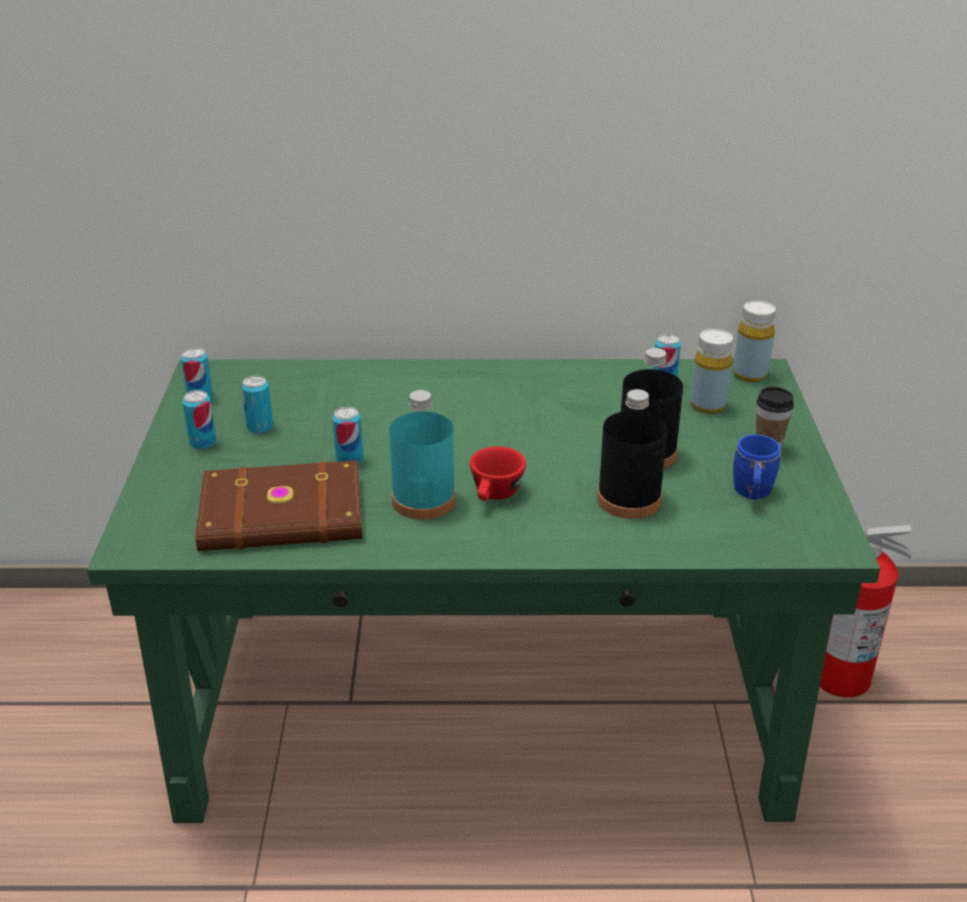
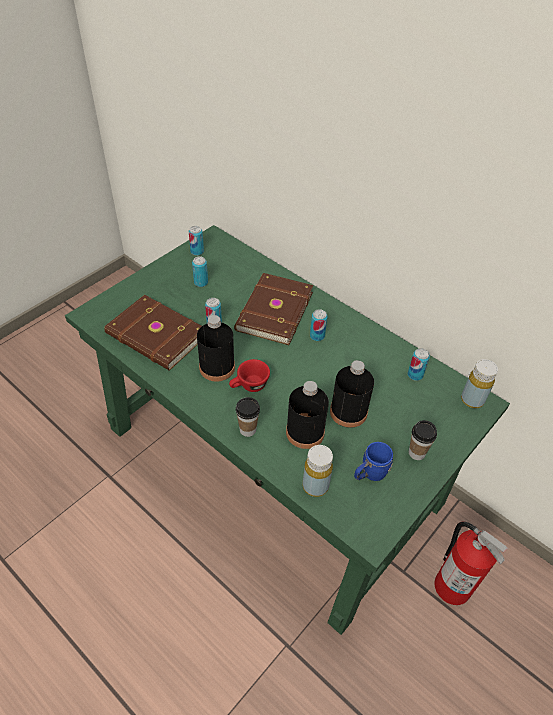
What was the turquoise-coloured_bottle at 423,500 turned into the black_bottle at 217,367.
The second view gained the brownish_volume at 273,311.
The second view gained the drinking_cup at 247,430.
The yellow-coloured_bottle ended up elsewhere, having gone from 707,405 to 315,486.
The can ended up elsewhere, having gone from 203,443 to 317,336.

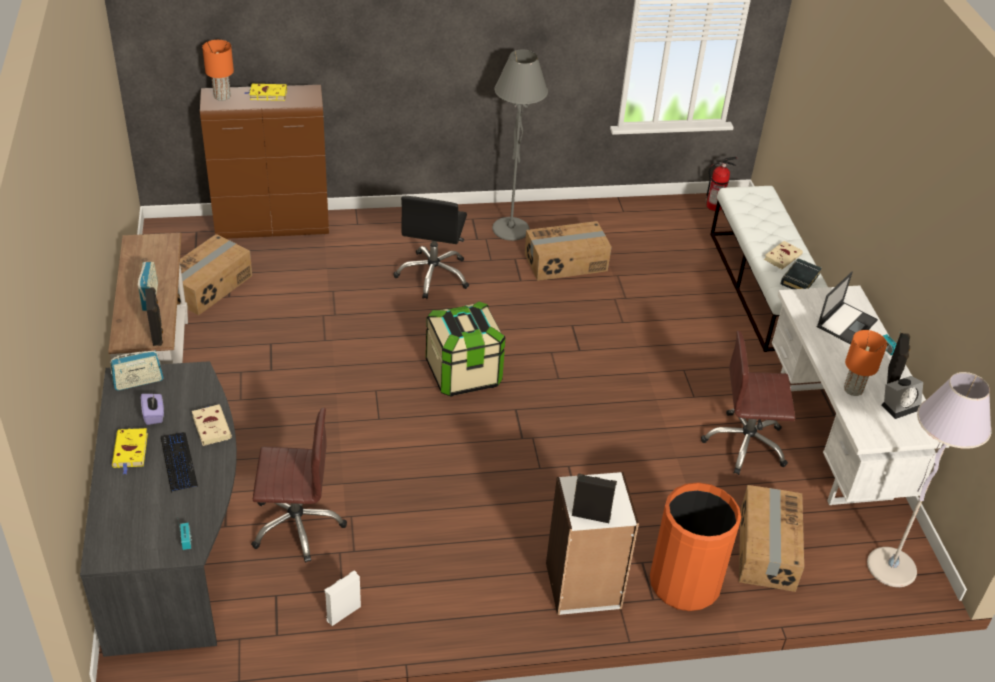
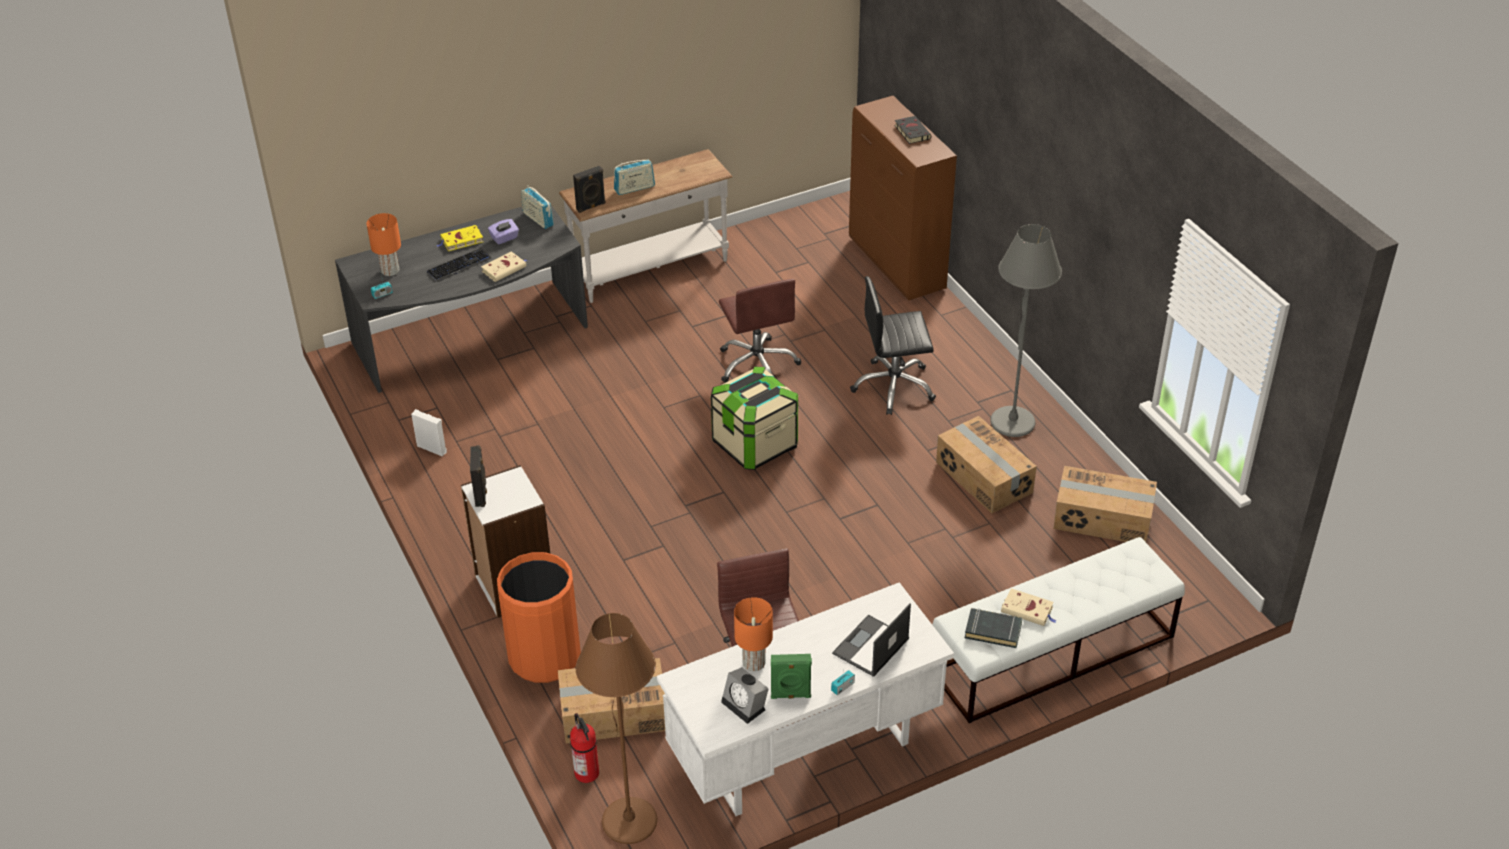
The orangey_table_lamp ended up elsewhere, having gone from 221,96 to 390,270.
The fire_extinguisher ended up elsewhere, having gone from 715,206 to 587,773.
What was the grey_standing_lamp at 891,568 turned into the brownish_standing_lamp at 629,822.
The brownish_computer_chair ended up elsewhere, having gone from 297,524 to 758,365.
What was the black_speaker at 892,378 turned into the greenish_speaker at 790,695.
The laptop at 846,323 ended up facing another way, 105 degrees clockwise from before.
What was the yellow-coloured_volume at 267,94 turned into the black_volume at 911,131.
The packing_box ended up elsewhere, having gone from 209,286 to 1102,519.

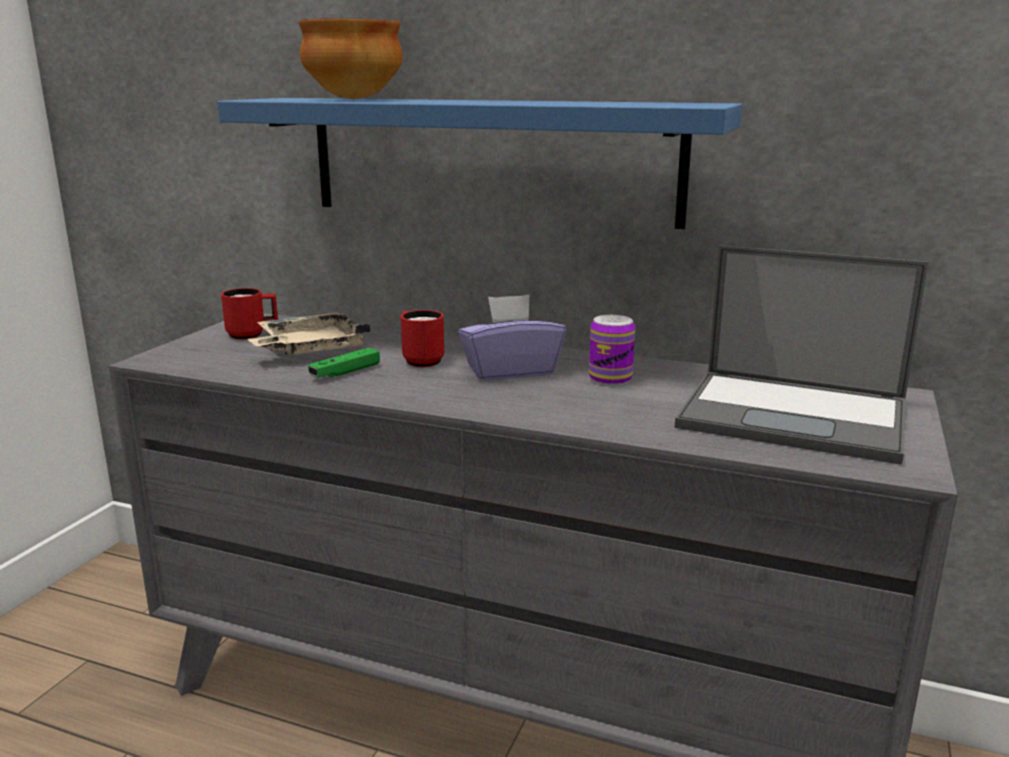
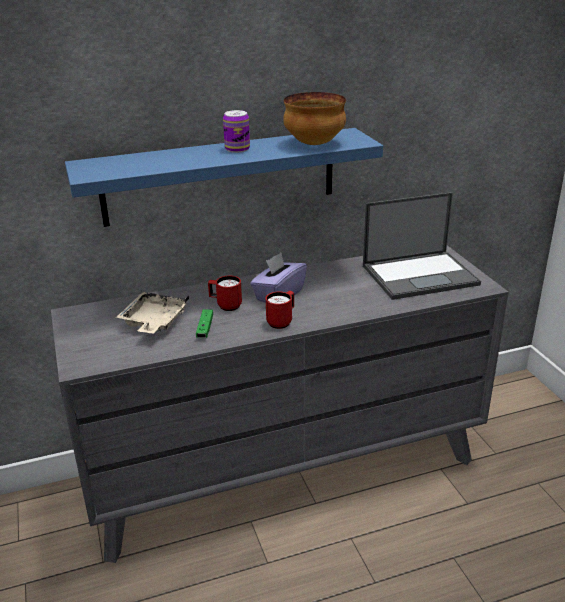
The can ended up elsewhere, having gone from 610,379 to 237,149.
The reddish_coffee_mug ended up elsewhere, having gone from 252,335 to 282,321.
The serving_bowl ended up elsewhere, having gone from 353,99 to 313,144.

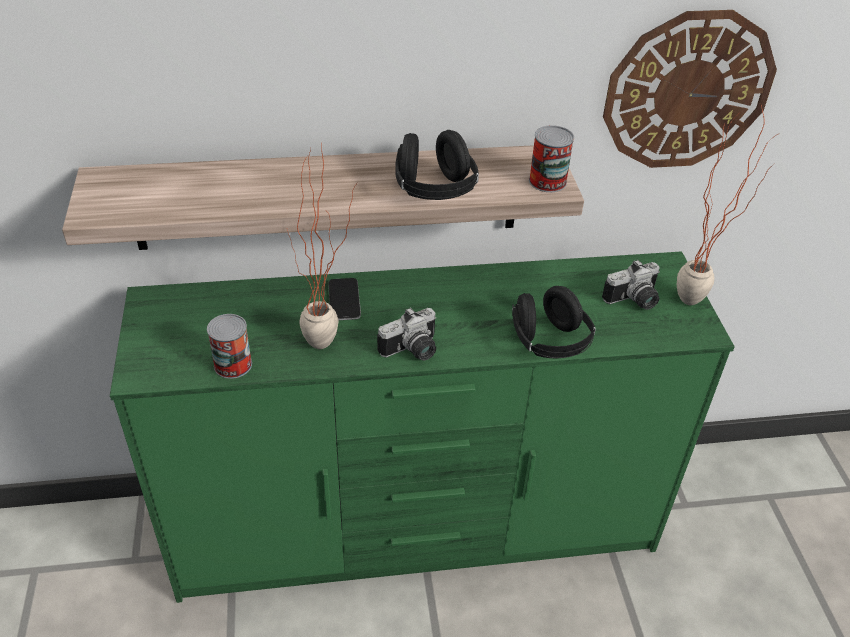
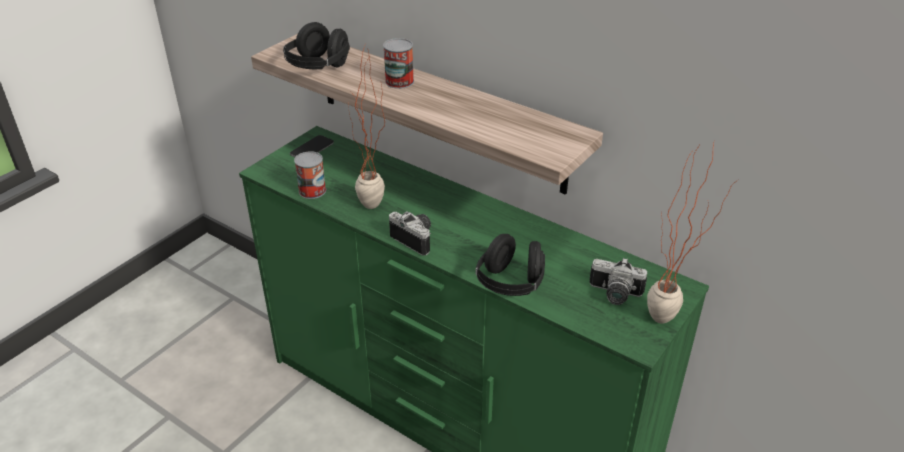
The black_headphones ended up elsewhere, having gone from 434,190 to 318,67.
The phone ended up elsewhere, having gone from 344,300 to 312,149.
The can ended up elsewhere, having gone from 547,181 to 399,81.
The photo_camera at 412,351 ended up facing another way, 150 degrees counterclockwise from before.
The second view lost the hanging_clock at 687,91.

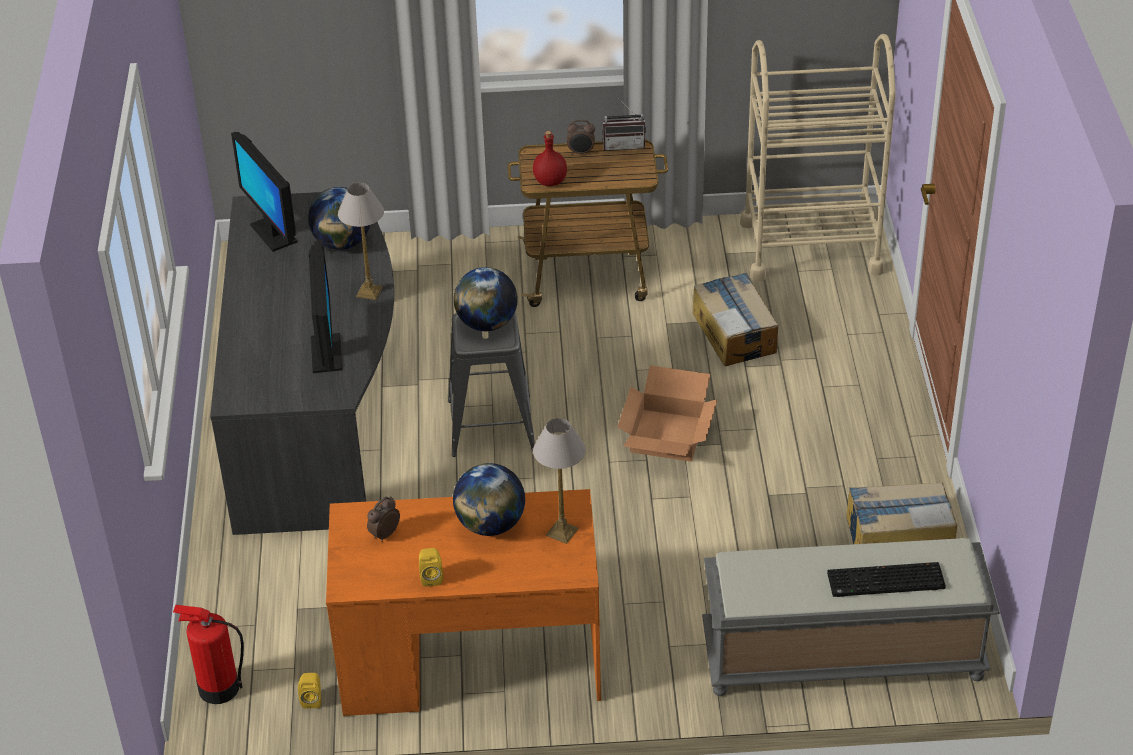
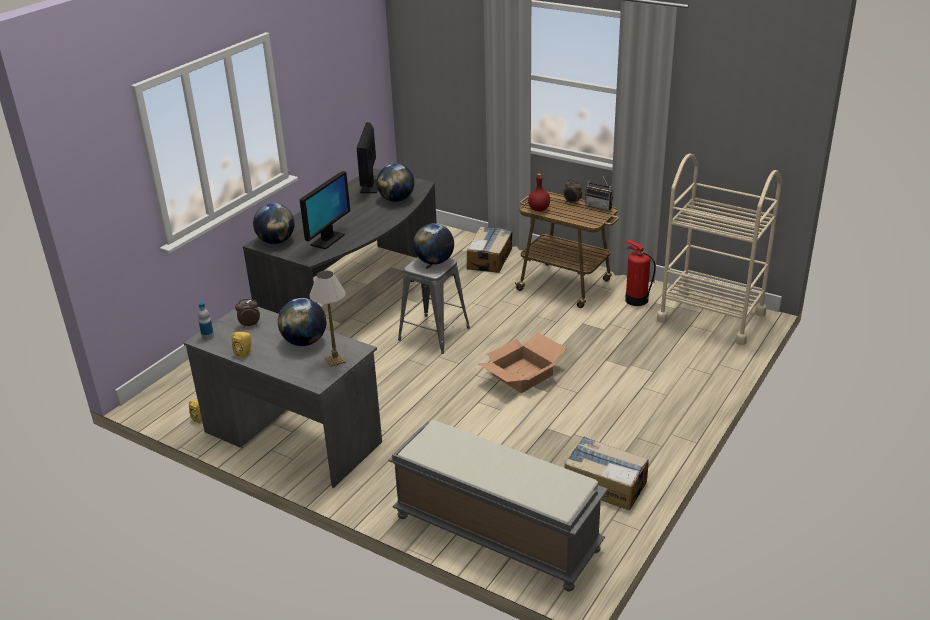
What was the orangey_desk at 470,662 turned into the grey_desk at 292,437.
The second view gained the bottle at 208,336.
The second view gained the desk_globe at 276,241.
The packing_box ended up elsewhere, having gone from 734,332 to 490,258.
The fire_extinguisher ended up elsewhere, having gone from 218,688 to 636,300.
The second view lost the table_lamp at 369,292.
The second view lost the PC_keyboard at 885,582.

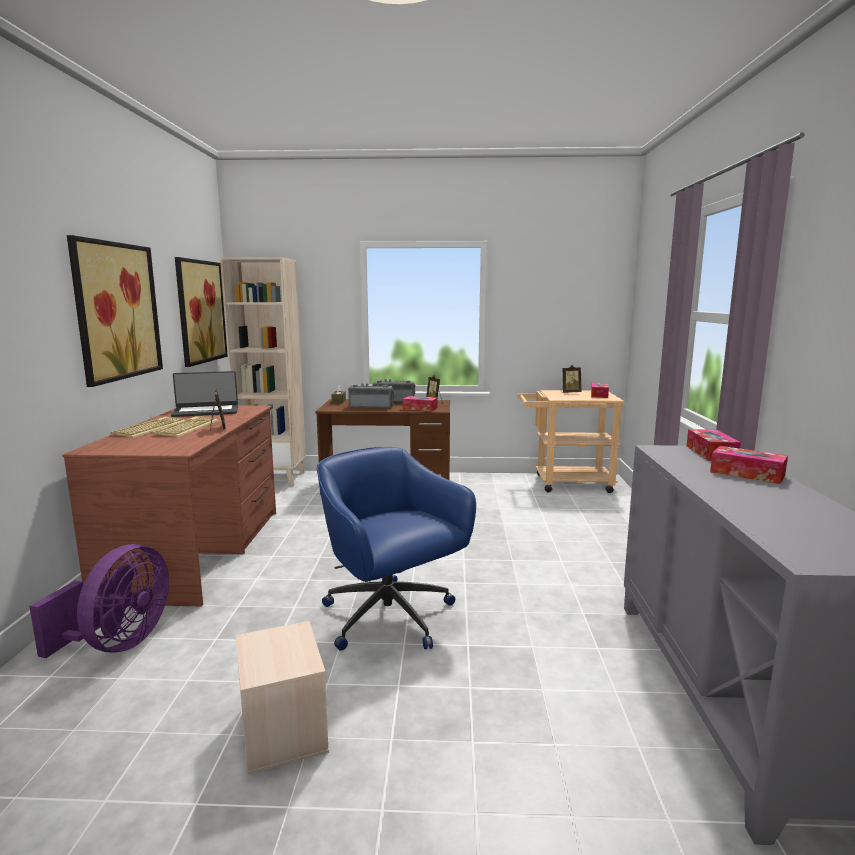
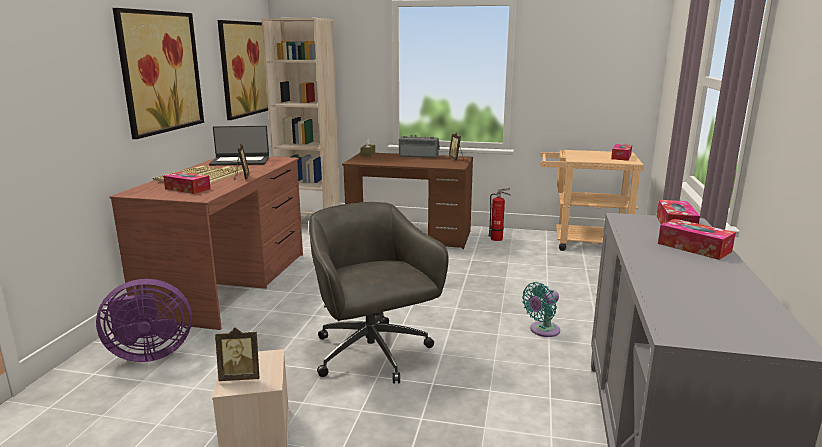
The purple-coloured_electric_fan at 118,643 ended up facing another way, 45 degrees clockwise from before.
The tissue_box ended up elsewhere, having gone from 420,408 to 187,189.
The photo_frame ended up elsewhere, having gone from 570,392 to 240,377.
What was the blue-coloured_computer_chair at 390,618 turned into the grey_computer_chair at 373,354.
The second view gained the fire_extinguisher at 498,239.
The second view gained the turquoise-coloured_electric_fan at 542,331.
The second view lost the radio at 371,407.

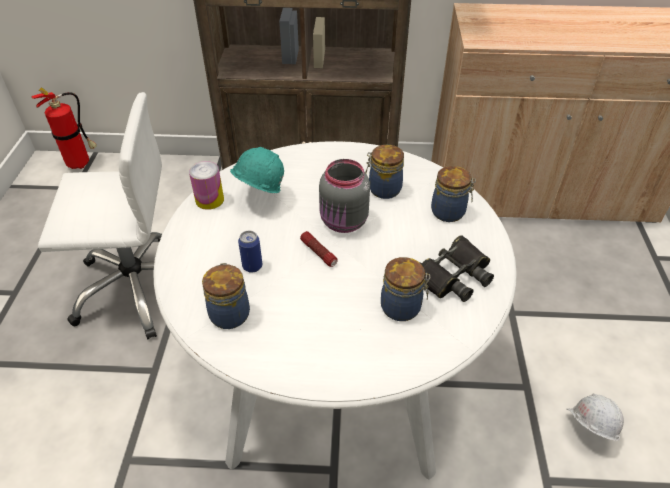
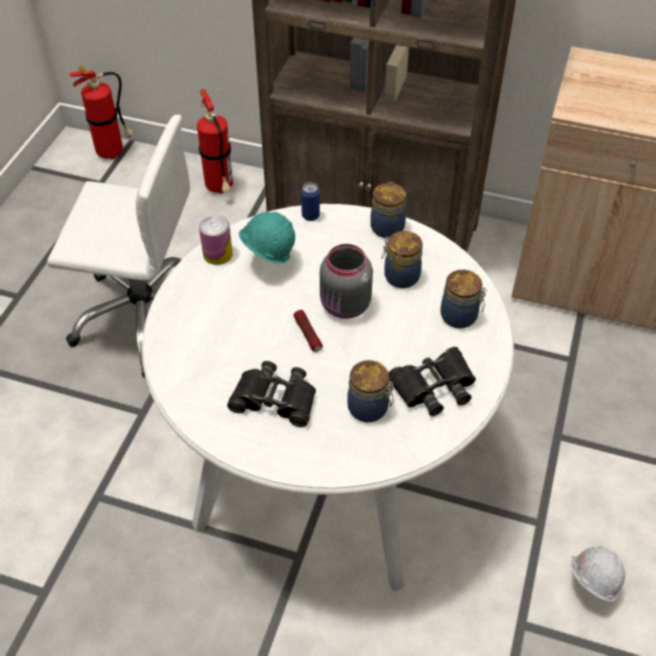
The second view gained the fire_extinguisher at 220,189.
The second view gained the black_binoculars at 275,399.
The can ended up elsewhere, having gone from 252,266 to 310,216.
The storage_jar ended up elsewhere, having gone from 230,313 to 387,227.

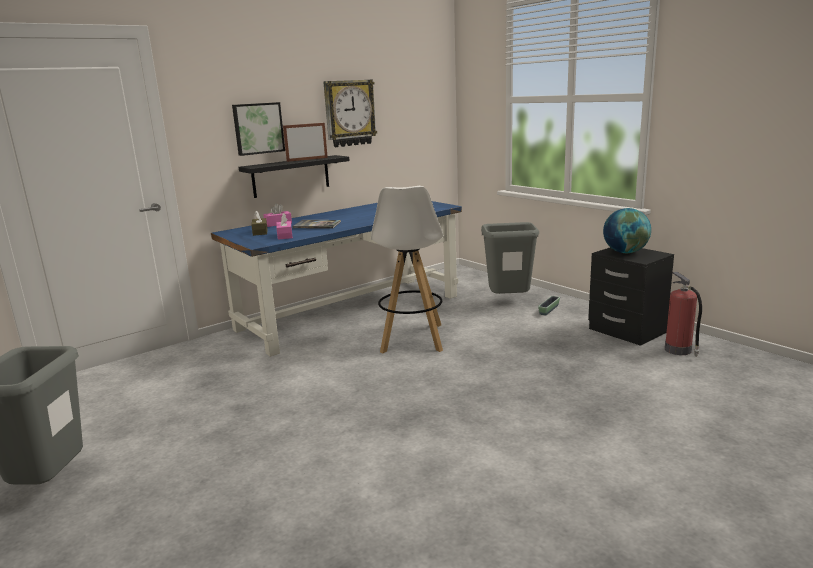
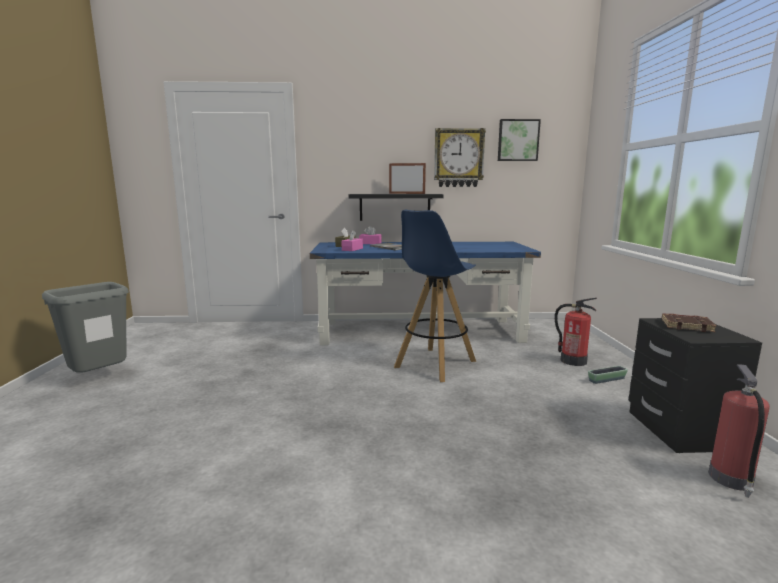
What was the white-coloured_stool_seat at 412,338 turned into the blue-coloured_stool_seat at 434,364.
The wall_art ended up elsewhere, having gone from 258,128 to 518,140.
Where the grey_trash_can stood at 509,302, the fire_extinguisher came to stand at 572,361.
Where the desk_globe stood at 625,252, the brownish_volume came to stand at 687,326.

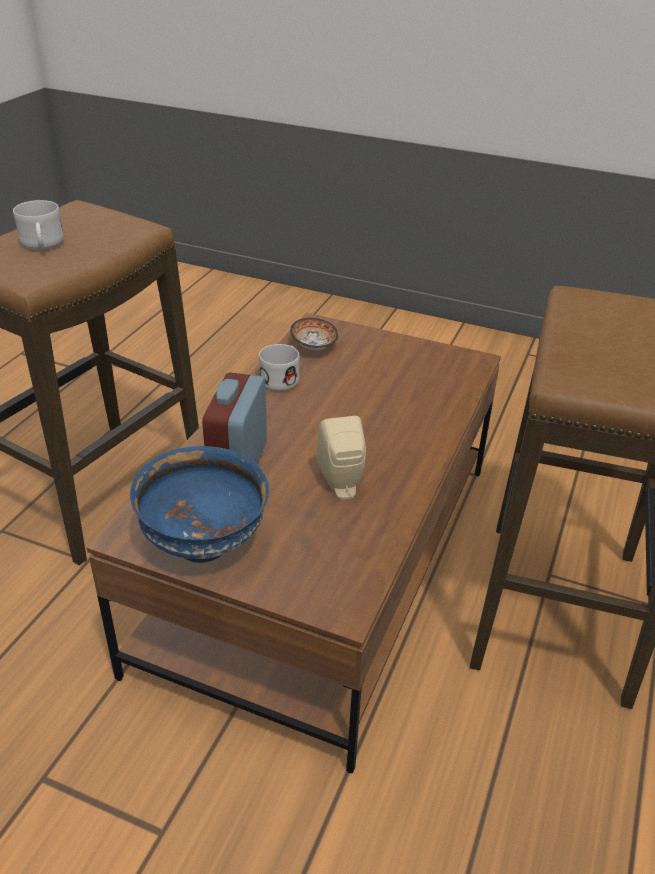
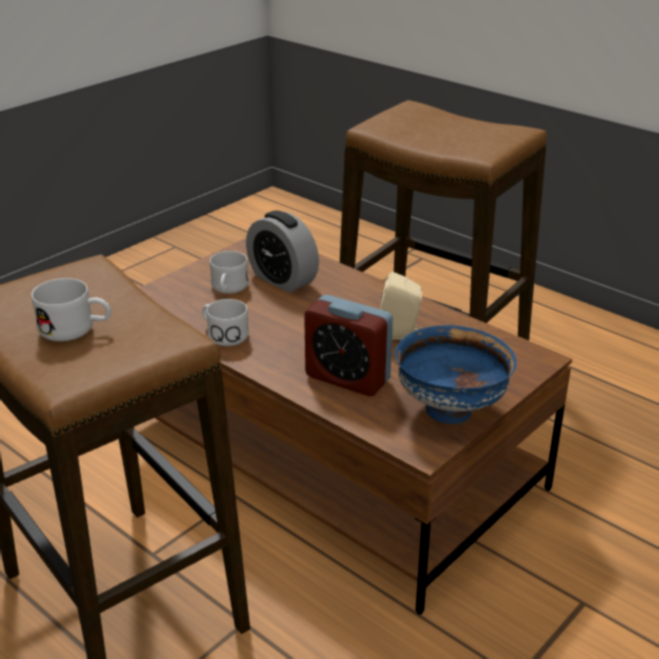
The second view gained the white-coloured_coffee_mug at 228,289.
The second view gained the bedside_clock at 282,279.
The second view lost the serving_bowl at 314,346.

